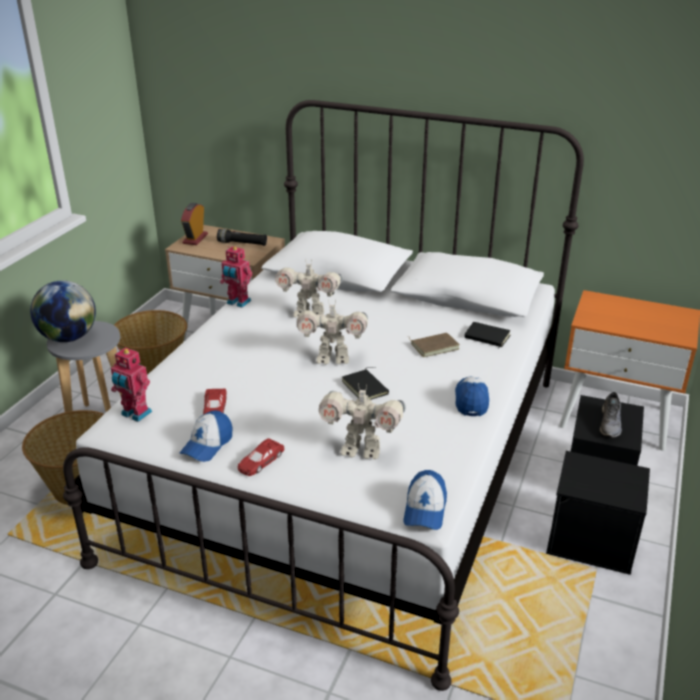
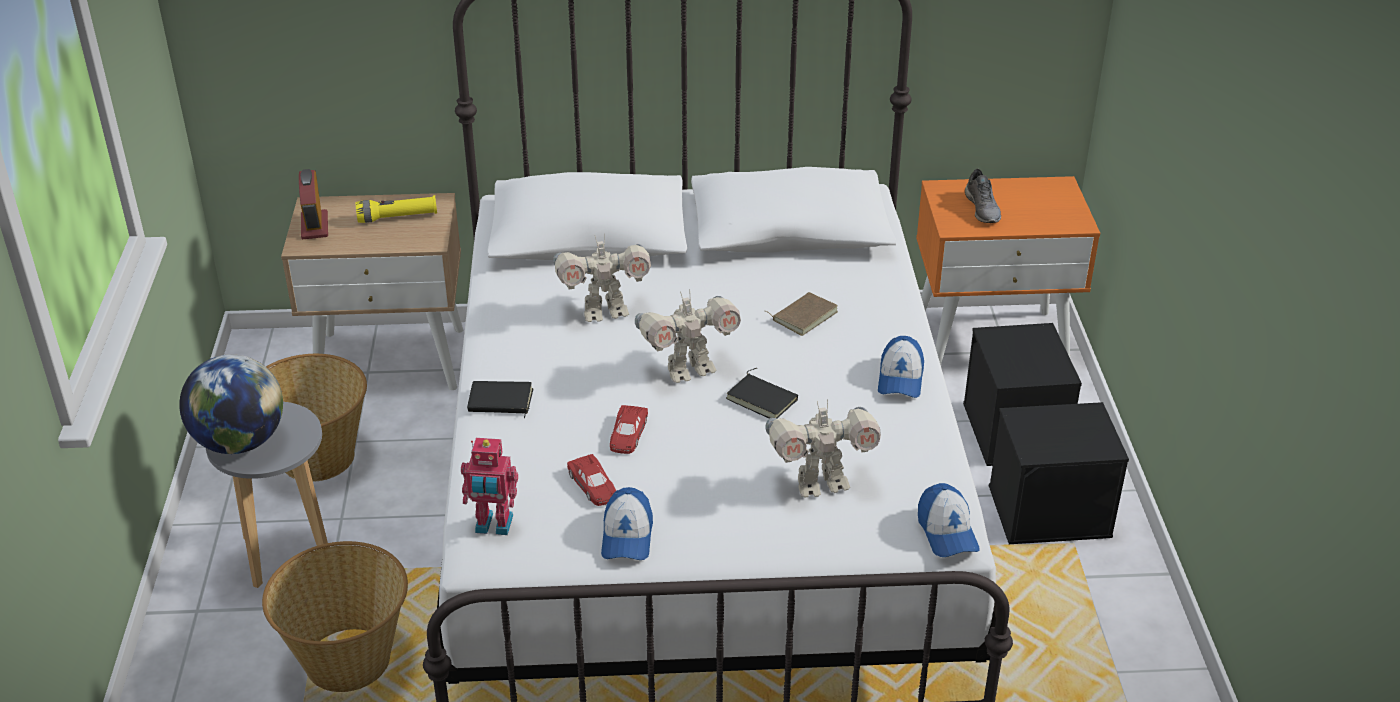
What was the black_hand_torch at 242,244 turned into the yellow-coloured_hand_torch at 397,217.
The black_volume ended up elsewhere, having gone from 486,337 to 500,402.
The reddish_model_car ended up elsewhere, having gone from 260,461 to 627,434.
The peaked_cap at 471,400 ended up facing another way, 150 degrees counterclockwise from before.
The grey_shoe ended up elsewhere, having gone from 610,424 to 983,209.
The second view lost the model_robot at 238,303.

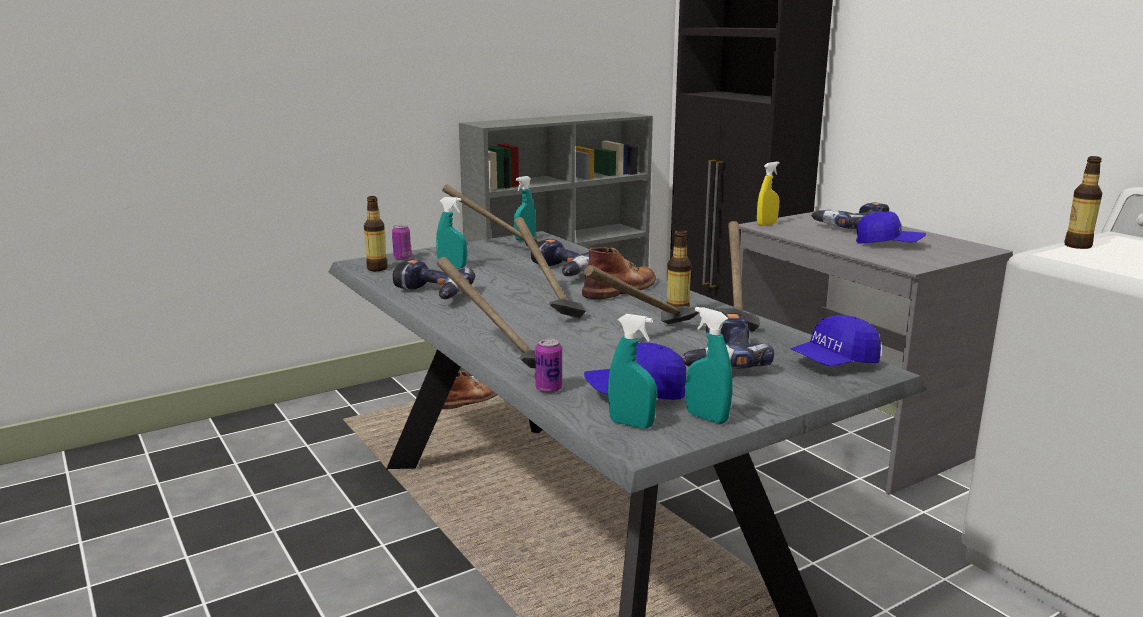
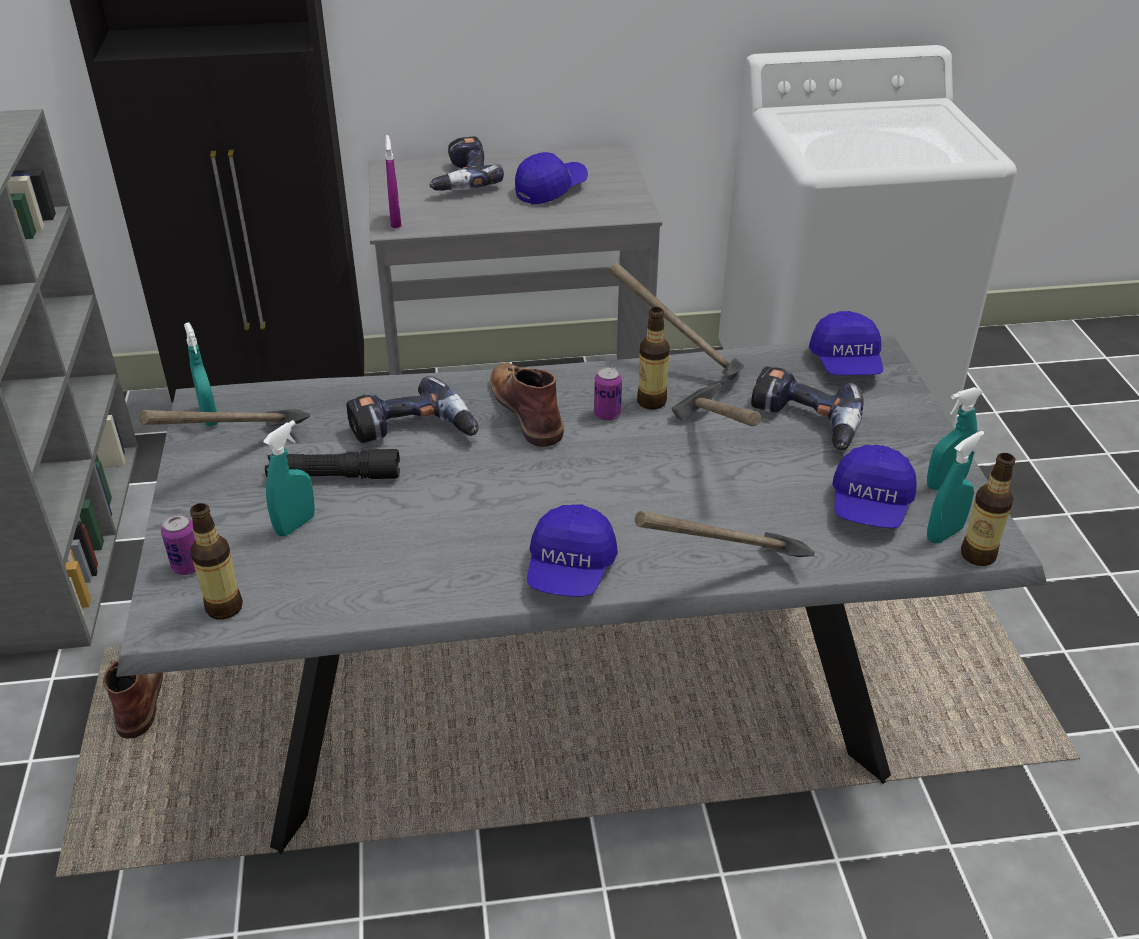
The second view gained the black_hand_torch at 334,476.
What was the yellow-coloured_hand_sprayer at 766,224 turned into the purple-coloured_hand_sprayer at 395,221.
The second view gained the blue-coloured_peaked_cap at 570,570.
The can ended up elsewhere, having gone from 549,389 to 607,414.
The bottle ended up elsewhere, having gone from 1077,246 to 978,555.
The second view lost the power_drill at 430,294.
The second view lost the tool_hammer at 545,307.

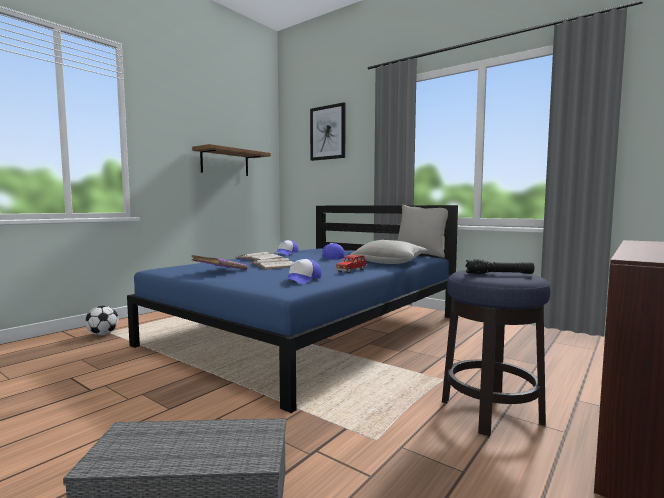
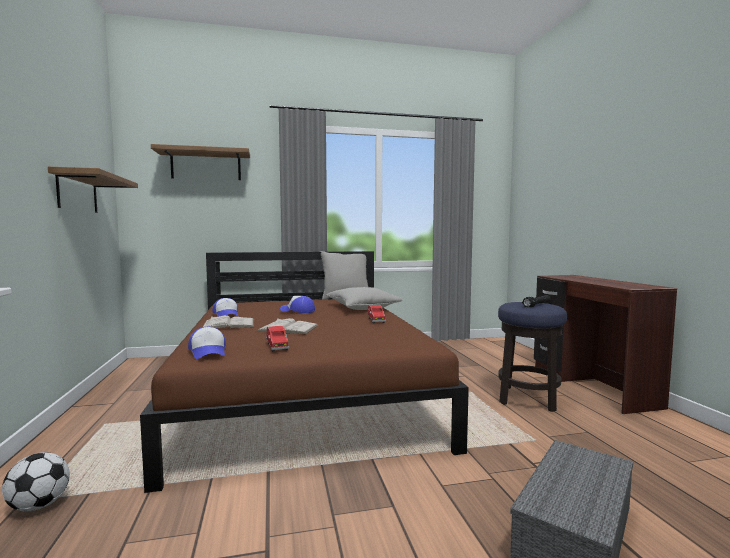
What was the blue-coloured_bed at 311,330 turned into the brownish_bed at 304,392.
Where the wall_art hung at 328,132, the wall_shelf came to hang at 206,165.
The peaked_cap ended up elsewhere, having gone from 302,280 to 208,352.
Where the purple-coloured_volume stood at 220,271, the reddish_model_car came to stand at 276,346.

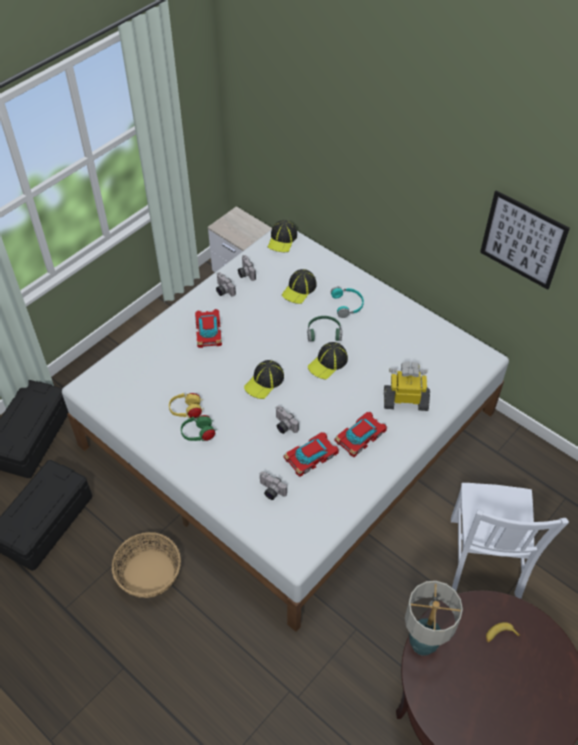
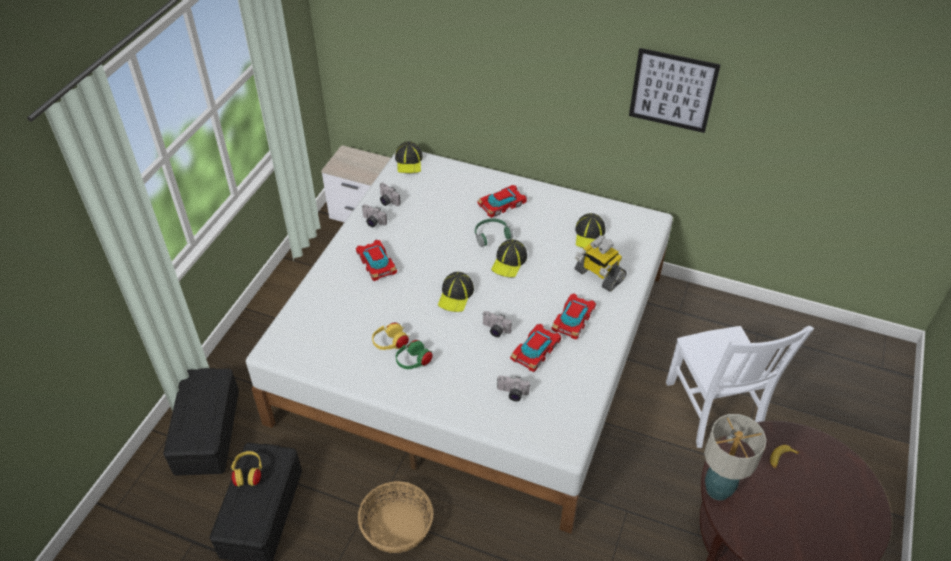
The second view gained the yellow-coloured_headphones at 248,474.
Where the turquoise-coloured_headphones stood at 348,305, the model_car came to stand at 502,205.
The peaked_cap ended up elsewhere, having gone from 299,289 to 589,235.
The model_robot at 405,400 ended up facing another way, 120 degrees counterclockwise from before.

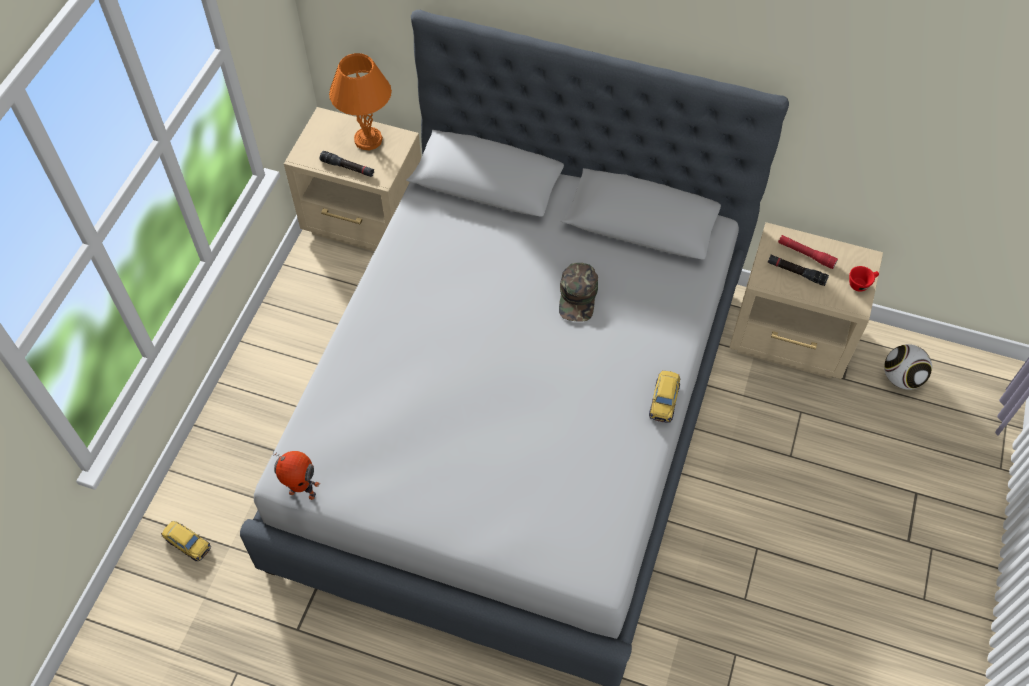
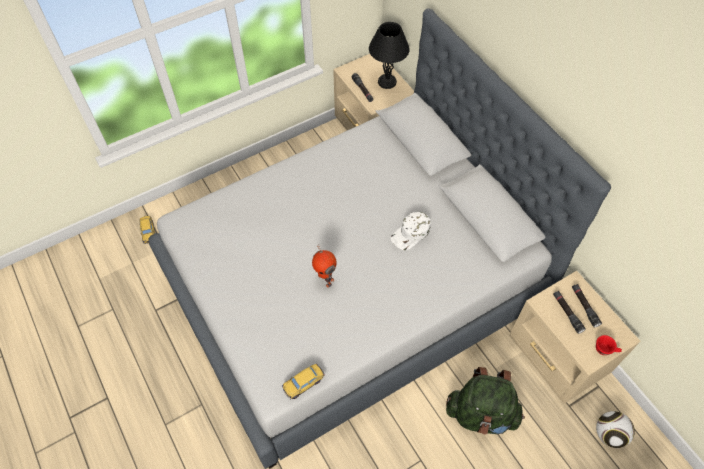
The model_car ended up elsewhere, having gone from 664,400 to 304,383.
The model_robot ended up elsewhere, having gone from 303,491 to 325,279.
What was the orangey_table_lamp at 367,139 turned into the black_table_lamp at 386,81.
What was the greenish_peaked_cap at 578,296 turned into the white-coloured_peaked_cap at 411,234.
The second view gained the greenish_backpack at 481,414.
What was the reddish_hand_torch at 806,254 turned into the black_hand_torch at 584,307.

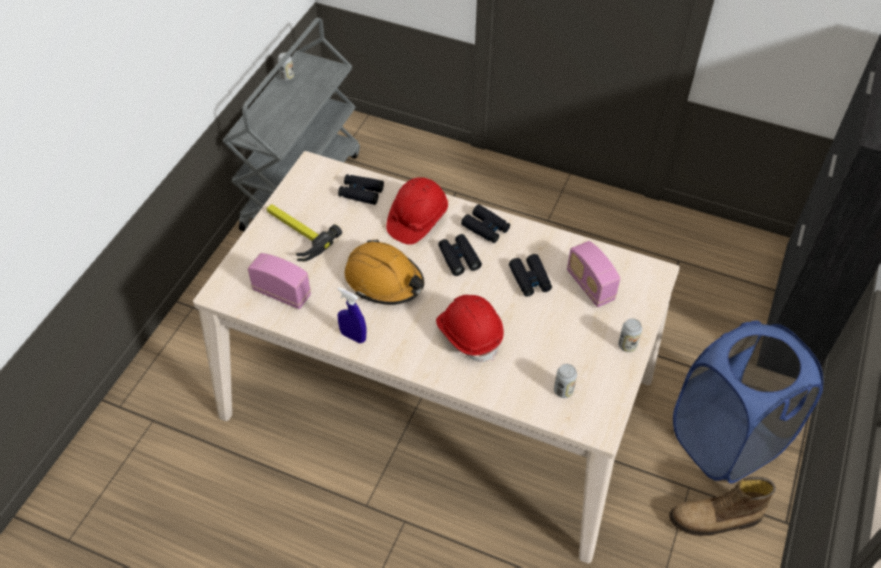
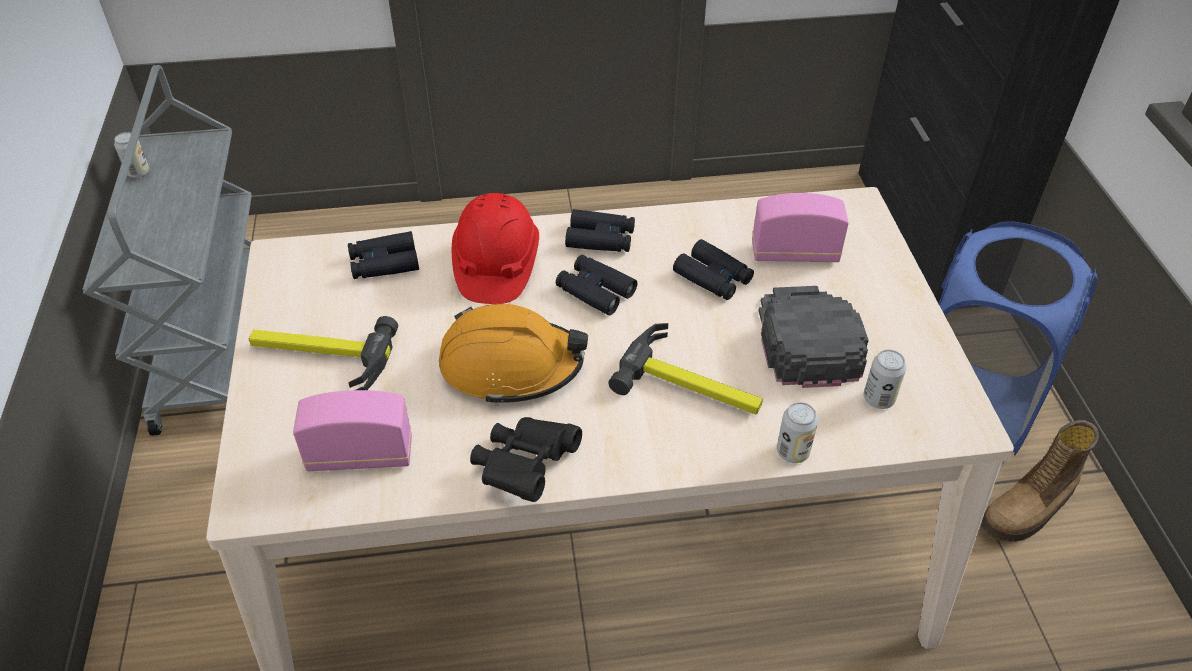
Where the blue-coloured_hand_sprayer stood at 353,336, the black_binoculars came to stand at 525,467.
Where the reddish_work_helmet stood at 469,334, the tool_hammer came to stand at 692,384.
The radio at 590,286 ended up facing another way, 150 degrees clockwise from before.
The second view gained the black_peaked_cap at 806,338.
The can ended up elsewhere, having gone from 627,345 to 792,452.

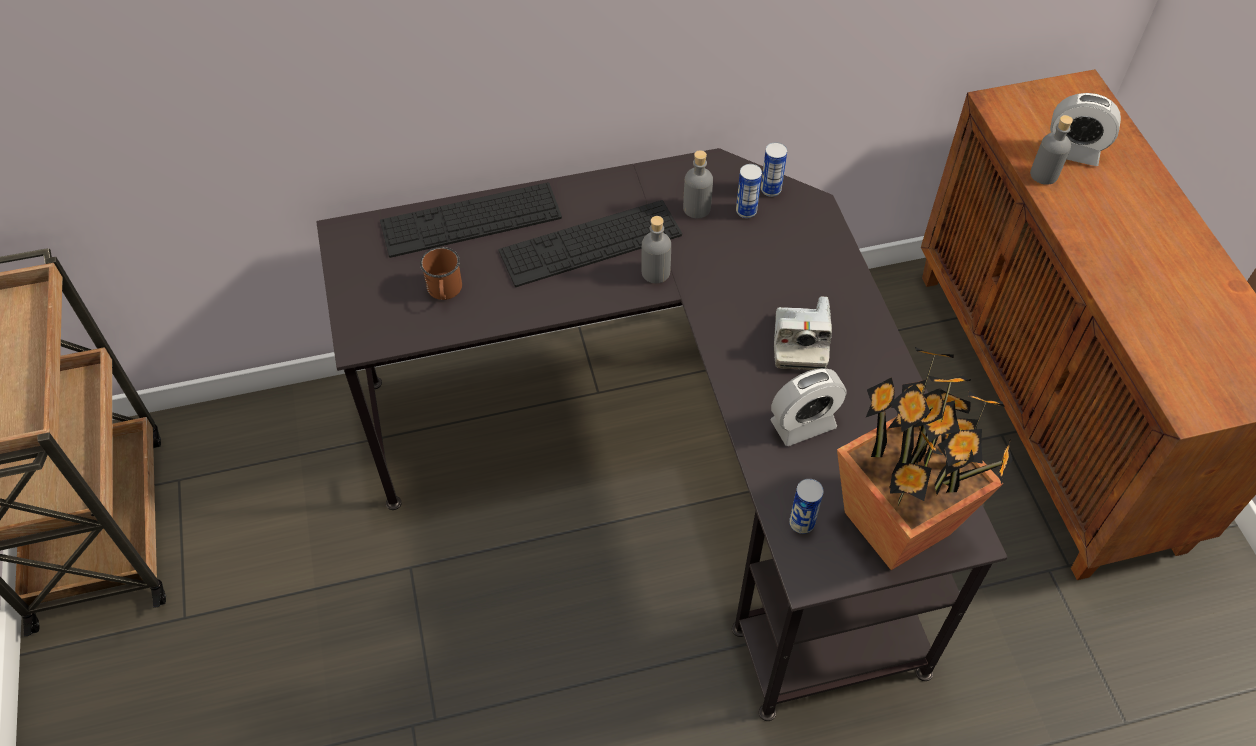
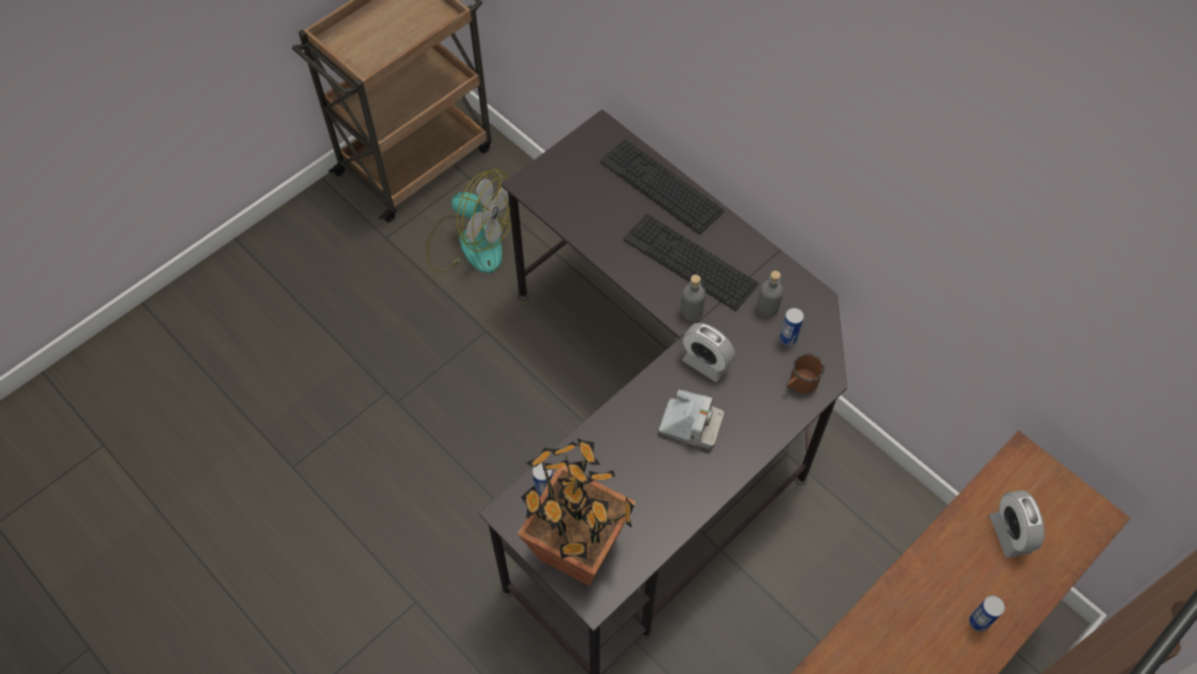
The second view gained the electric_fan at 470,242.
The photo_camera at 800,343 ended up facing another way, 135 degrees counterclockwise from before.
The bedside_clock ended up elsewhere, having gone from 803,424 to 706,363.
The brownish_coffee_mug ended up elsewhere, having gone from 444,291 to 800,384.
The can ended up elsewhere, having gone from 770,189 to 978,622.
The second view lost the grey_bottle at 1044,174.

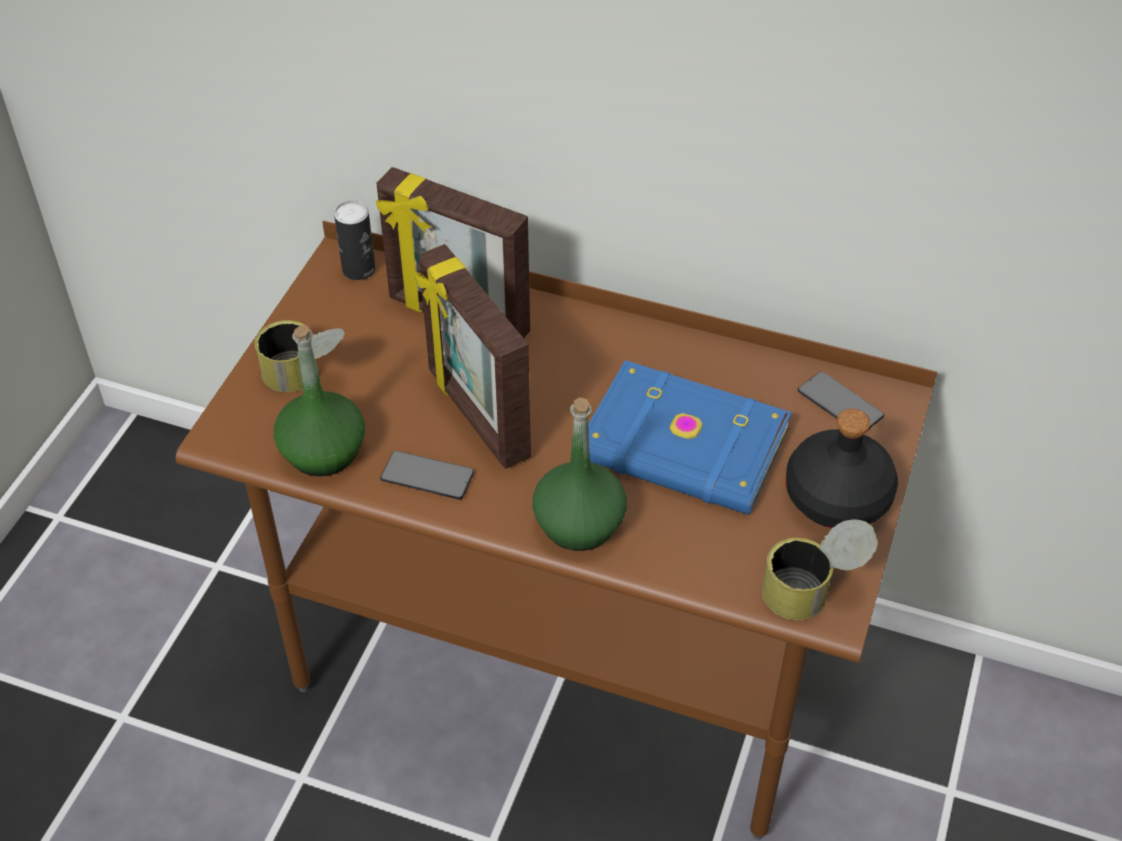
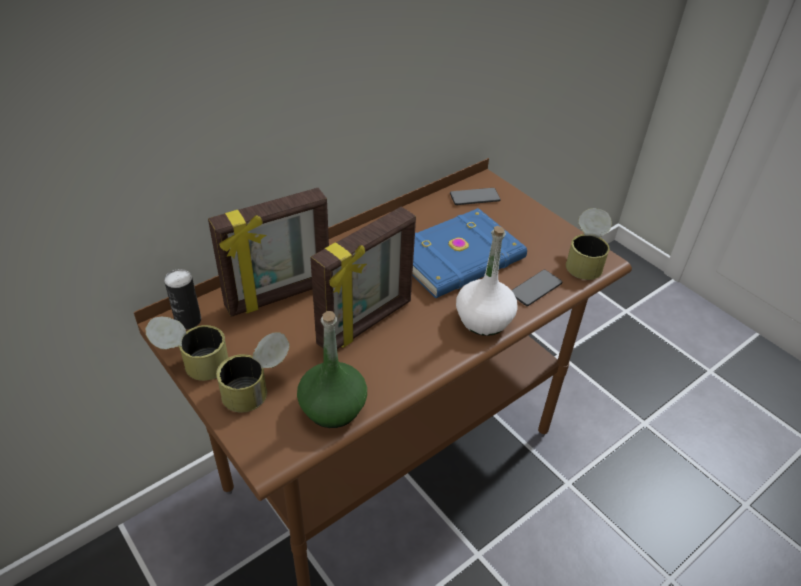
The second view gained the can at 193,363.
The photo_frame at 476,415 ended up facing another way, 45 degrees counterclockwise from before.
What was the greenish_bottle at 579,524 turned into the white-coloured_bottle at 484,319.
The phone ended up elsewhere, having gone from 427,476 to 535,289.
The second view lost the black_bottle at 836,497.

